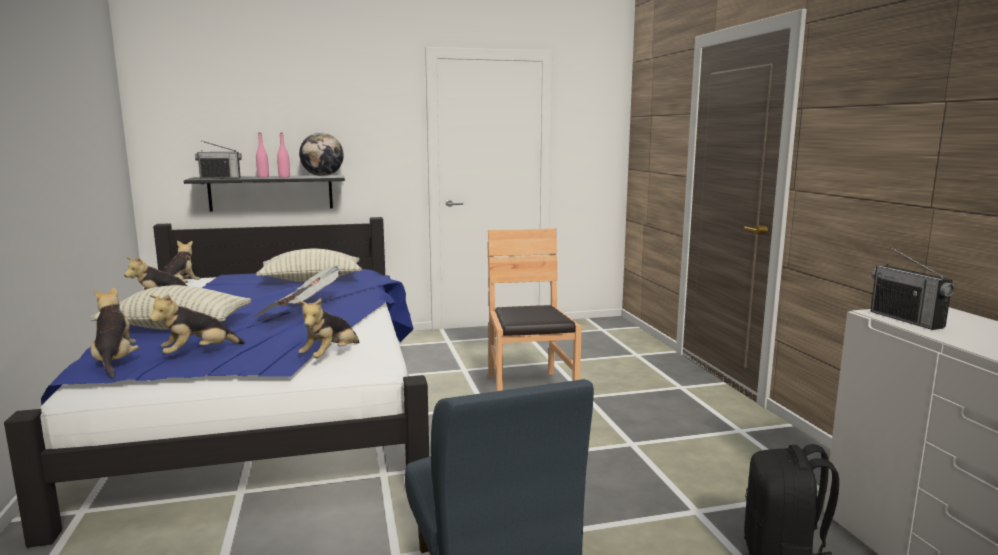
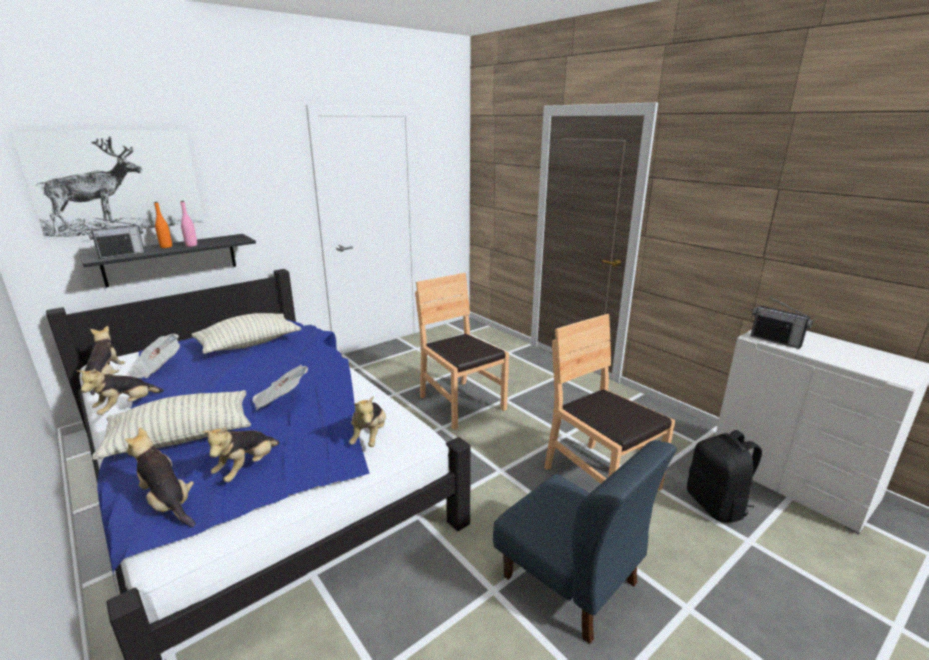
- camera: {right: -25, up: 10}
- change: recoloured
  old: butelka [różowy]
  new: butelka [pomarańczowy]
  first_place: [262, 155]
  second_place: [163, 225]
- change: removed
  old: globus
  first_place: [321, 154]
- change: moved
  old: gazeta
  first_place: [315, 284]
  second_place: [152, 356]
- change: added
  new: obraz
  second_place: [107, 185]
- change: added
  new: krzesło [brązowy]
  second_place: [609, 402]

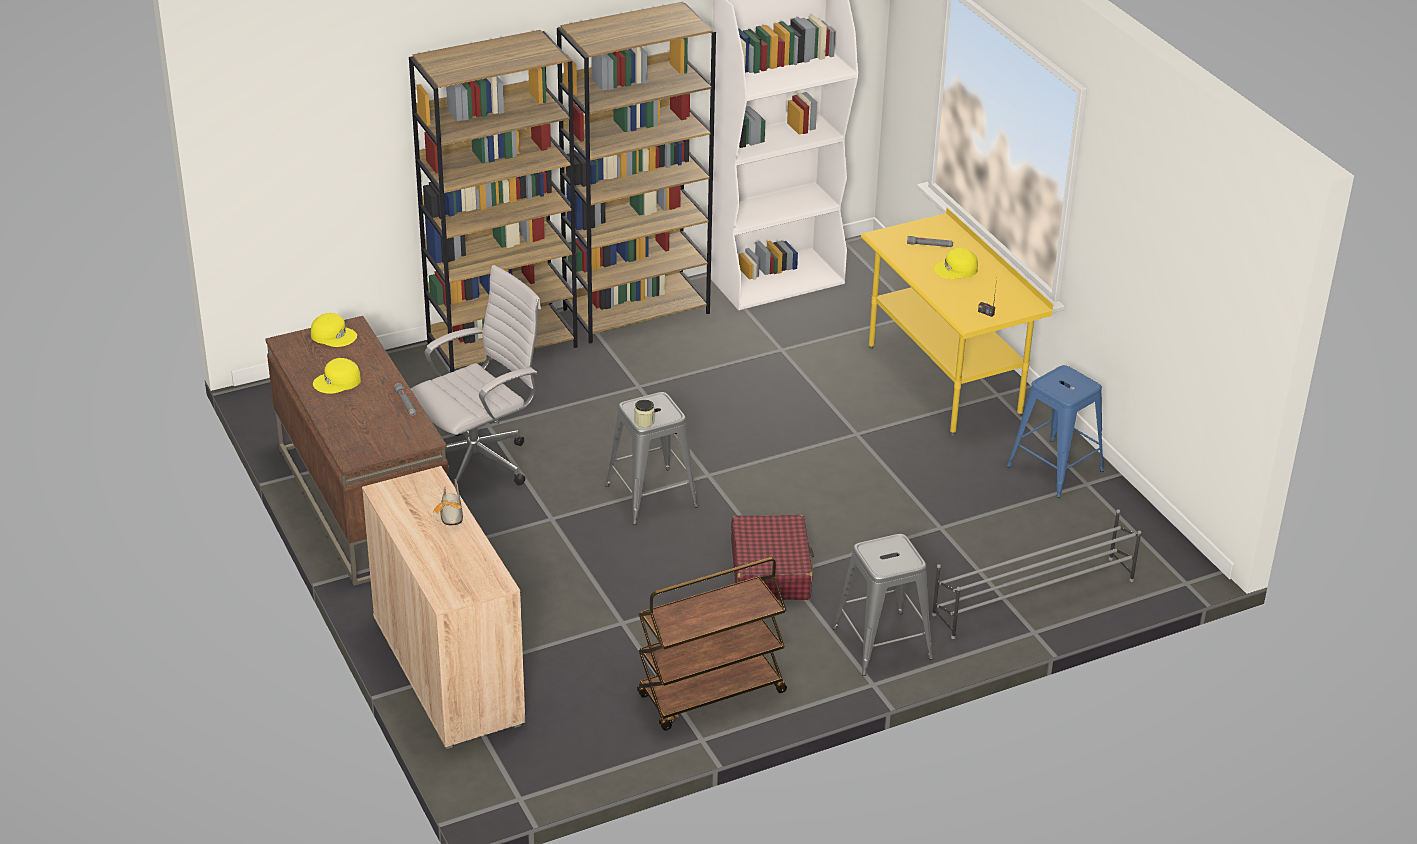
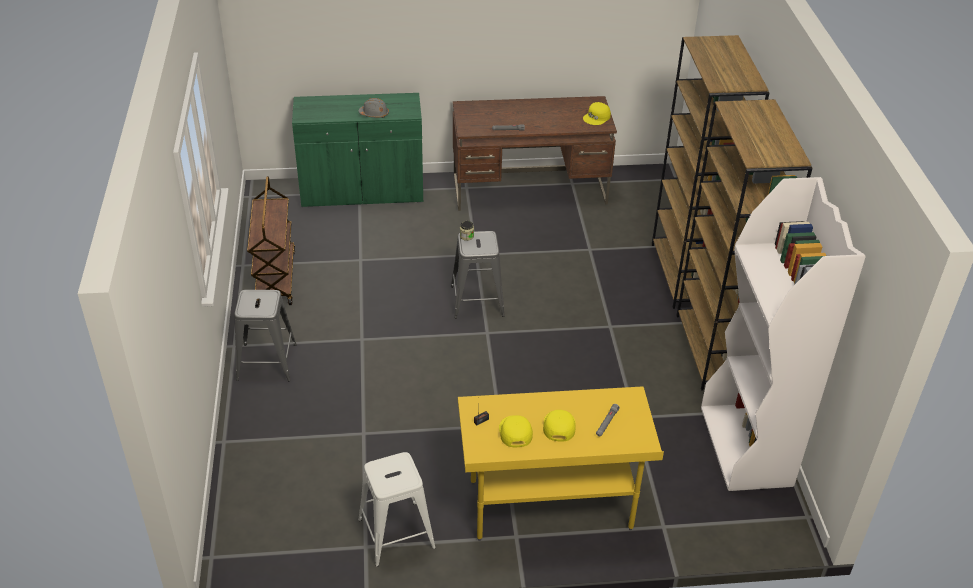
- camera: {right: 110, up: 5}
- change: removed
  old: krzesło biurowe [biały]
  first_place: [476, 379]
- change: moved
  old: czapka z daszkiem [żółty]
  first_place: [337, 376]
  second_place: [516, 431]
- change: recoloured
  old: stołek [niebieski]
  new: stołek [biały]
  first_place: [1055, 431]
  second_place: [397, 509]
- change: recoloured
  old: szafka [beżowy]
  new: szafka [zielony]
  first_place: [443, 607]
  second_place: [357, 150]
- change: replaced
  old: but
  new: kask [szary]
  first_place: [448, 502]
  second_place: [373, 108]
- change: removed
  old: regał na buty [szary]
  first_place: [1036, 574]
- change: removed
  old: walizka [czerwony]
  first_place: [772, 557]

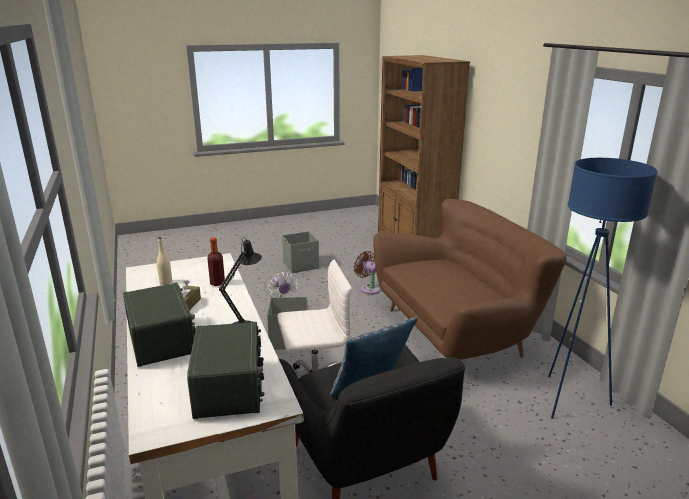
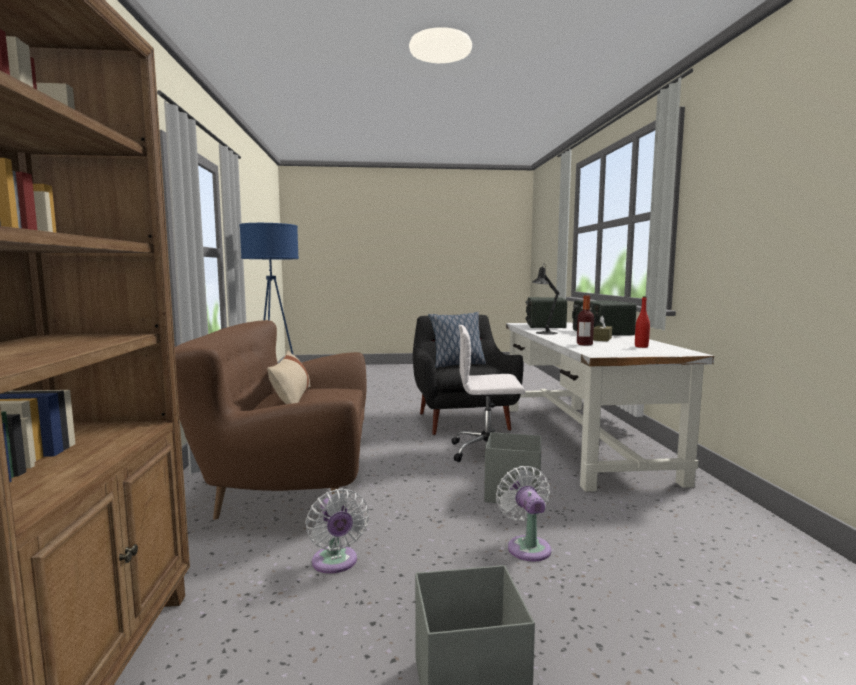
- camera: {right: -165, up: -15}
- change: recoloured
  old: butelka [beżowy]
  new: butelka [czerwony]
  first_place: [164, 261]
  second_place: [642, 322]
- change: recoloured
  old: wentylator [brązowy]
  new: wentylator [biały]
  first_place: [367, 272]
  second_place: [337, 531]
- change: added
  new: poduszka [beżowy]
  second_place: [288, 377]

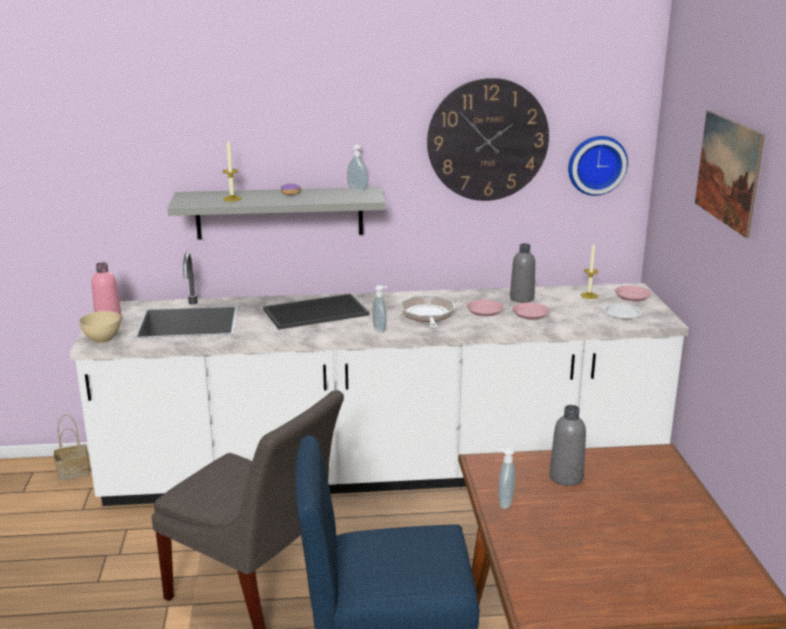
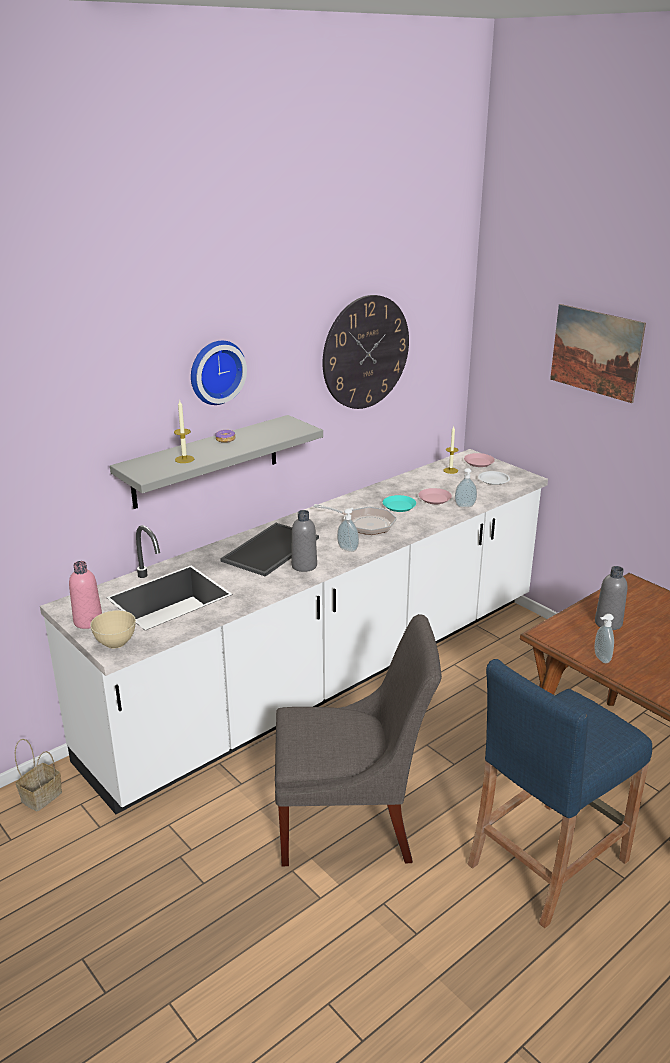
- camera: {right: -35, up: 5}
- change: moved
  old: zegar ścienny
  first_place: [598, 166]
  second_place: [219, 373]
- change: moved
  old: dozownik mydła
  first_place: [357, 168]
  second_place: [466, 487]
- change: moved
  old: butelka [szary]
  first_place: [522, 273]
  second_place: [304, 541]
- change: turned
  old: patelnia
  first_place: [428, 312]
  second_place: [355, 519]
  degrees: 150
- change: recoloured
  old: talerz [różowy]
  new: talerz [turkusowy]
  first_place: [485, 308]
  second_place: [399, 503]

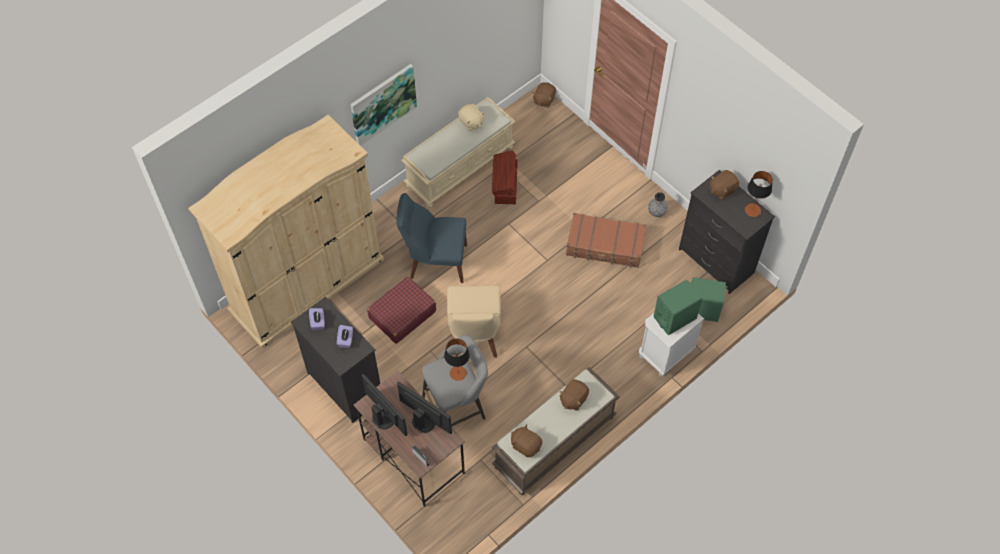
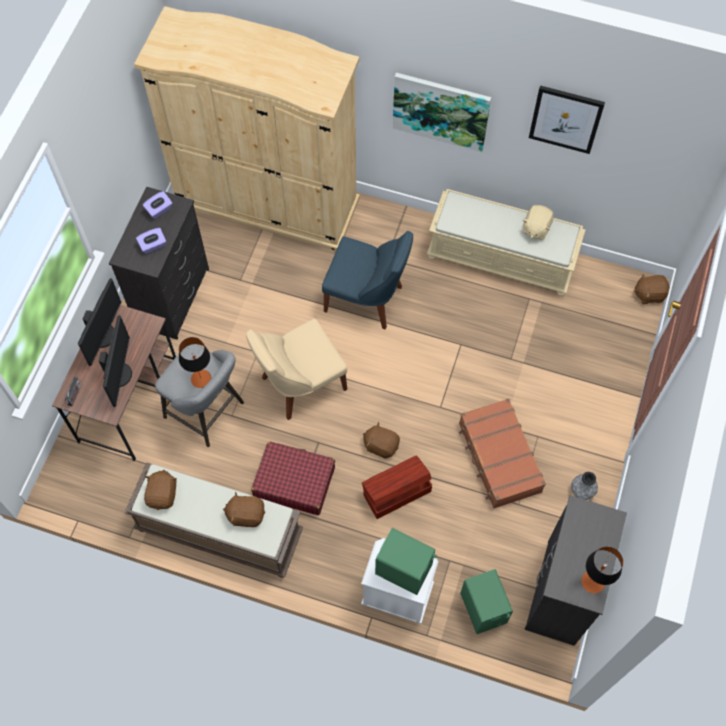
- camera: {right: 60, up: 5}
- change: moved
  old: pojemnik do przechowywania [brązowy]
  first_place: [505, 177]
  second_place: [397, 487]
- change: moved
  old: pluszak [brązowy]
  first_place: [725, 185]
  second_place: [381, 440]
- change: turned
  old: krzesło [niebieski]
  first_place: [432, 238]
  second_place: [367, 280]
  degrees: 135
- change: moved
  old: walizka [czerwony]
  first_place: [401, 310]
  second_place: [293, 478]
- change: added
  new: obraz
  second_place: [567, 120]

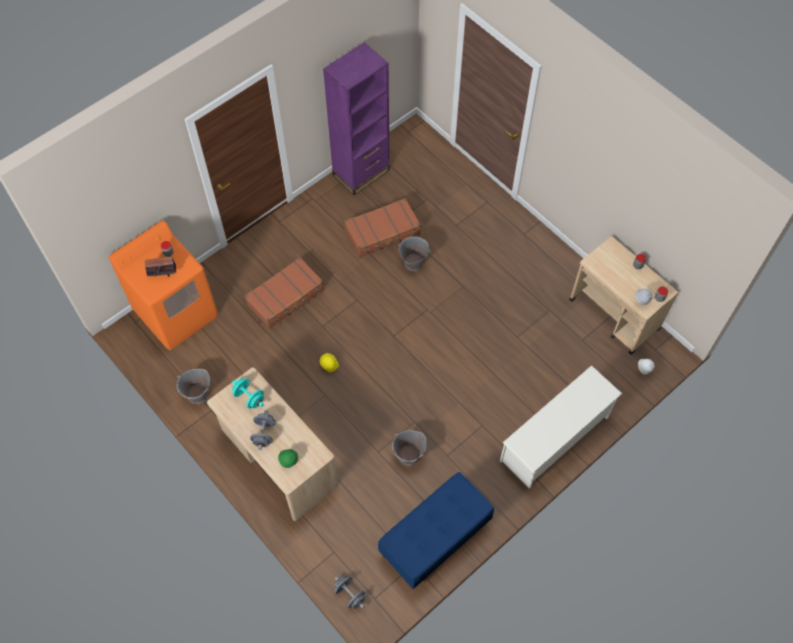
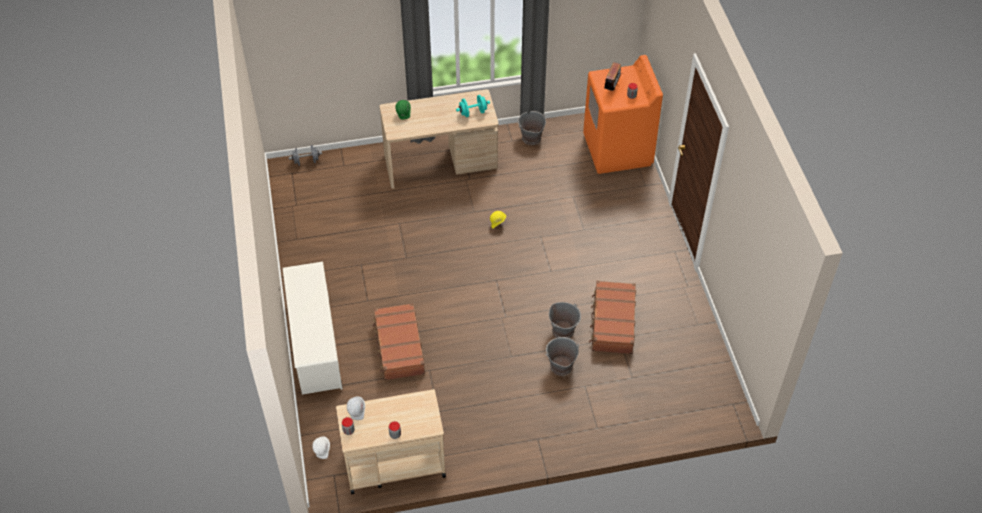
- camera: {right: 120, up: -10}
- change: removed
  old: regał [fioletowy]
  first_place: [356, 118]
- change: moved
  old: walizka [brązowy]
  first_place: [284, 293]
  second_place: [399, 341]
- change: removed
  old: hantel [szary]
  first_place: [263, 430]
- change: moved
  old: wiadro [szary]
  first_place: [409, 448]
  second_place: [562, 356]
- change: removed
  old: ławka [niebieski]
  first_place: [436, 530]

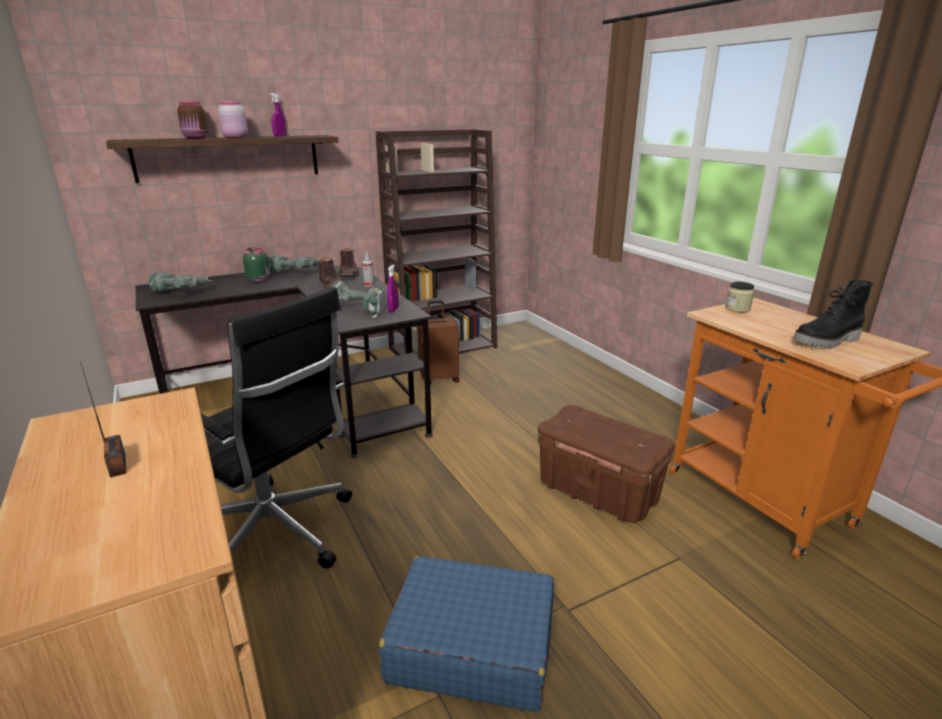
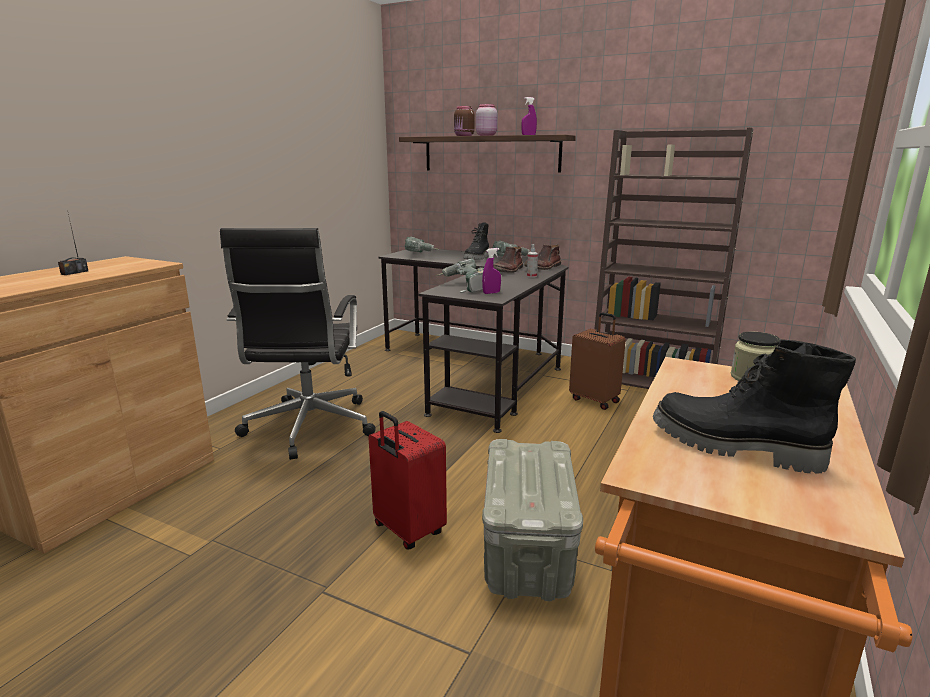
- camera: {right: 55, up: -5}
- change: replaced
  old: słoik [zielony]
  new: but z cholewką [czarny]
  first_place: [256, 264]
  second_place: [476, 241]
- change: recoloured
  old: pojemnik do przechowywania [brązowy]
  new: pojemnik do przechowywania [szary]
  first_place: [606, 464]
  second_place: [532, 520]
- change: removed
  old: walizka [niebieski]
  first_place: [466, 634]
- change: added
  new: walizka [czerwony]
  second_place: [407, 480]

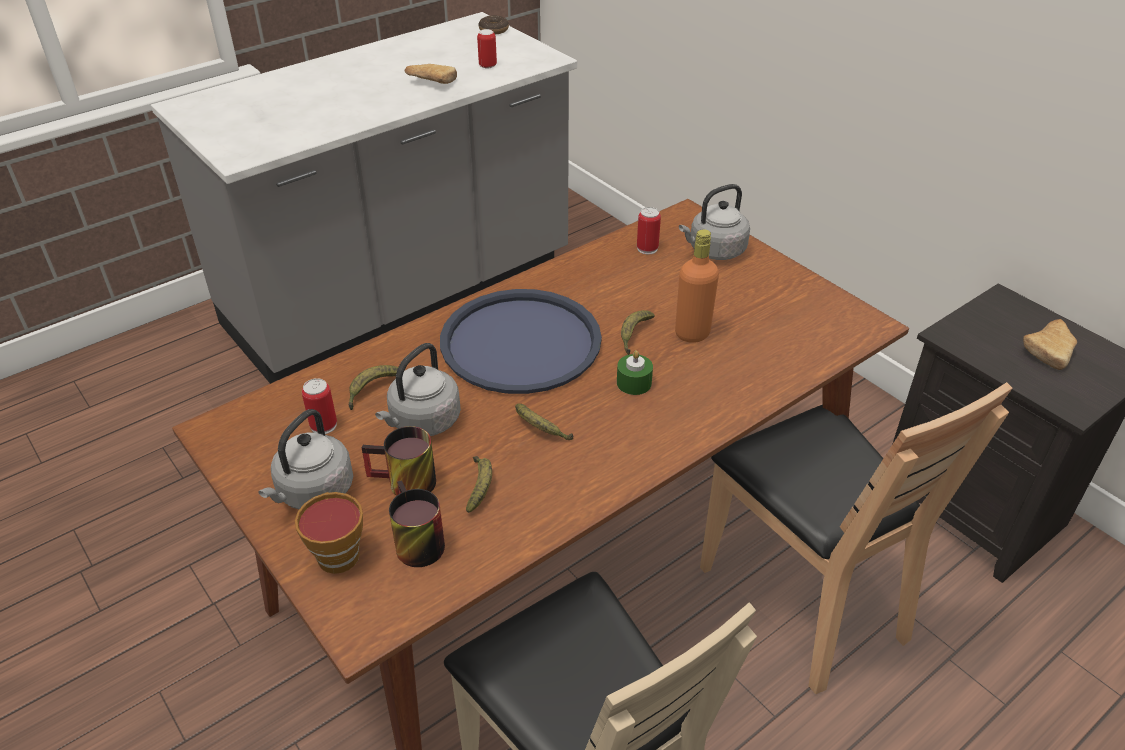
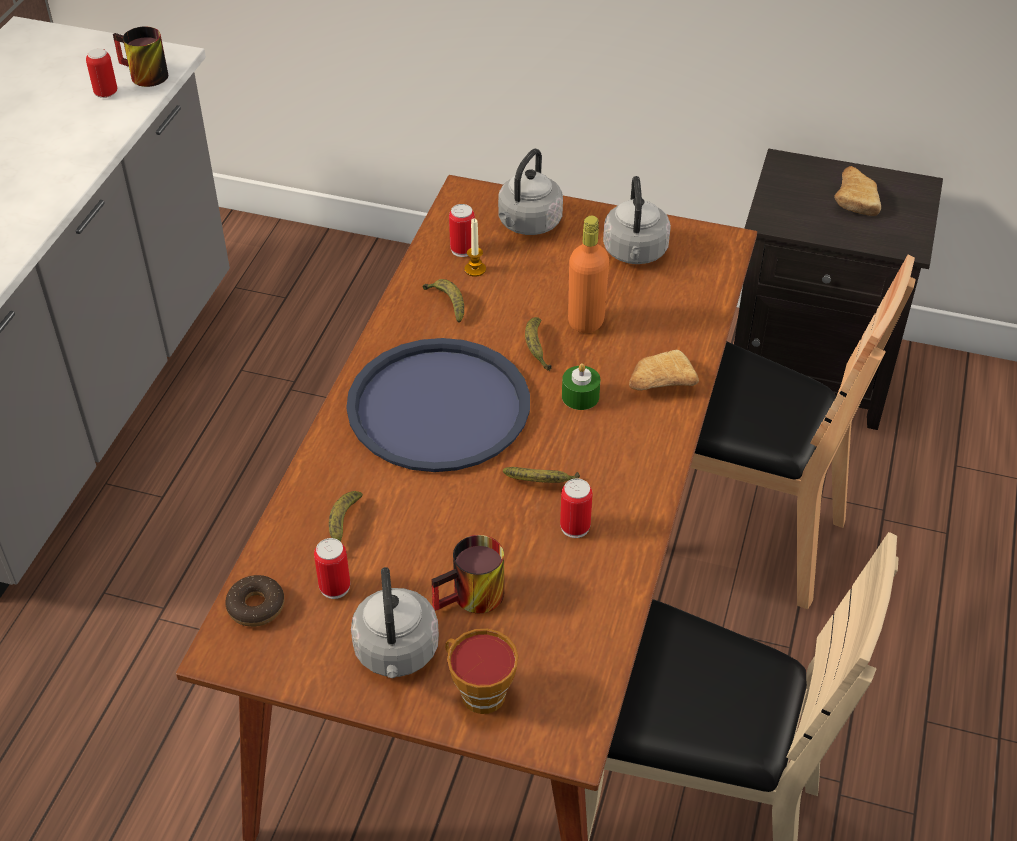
- camera: {right: -35, up: 5}
- change: moved
  old: donut
  first_place: [494, 24]
  second_place: [254, 601]
- change: moved
  old: chleb
  first_place: [431, 74]
  second_place: [664, 370]
- change: moved
  old: czajnik [szary]
  first_place: [418, 389]
  second_place: [637, 220]
- change: moved
  old: banan
  first_place: [479, 484]
  second_place: [443, 300]
- change: moved
  old: kubek
  first_place: [417, 523]
  second_place: [140, 57]
- change: added
  new: świeca
  second_place: [475, 247]
- change: added
  new: puszka
  second_place: [576, 508]

